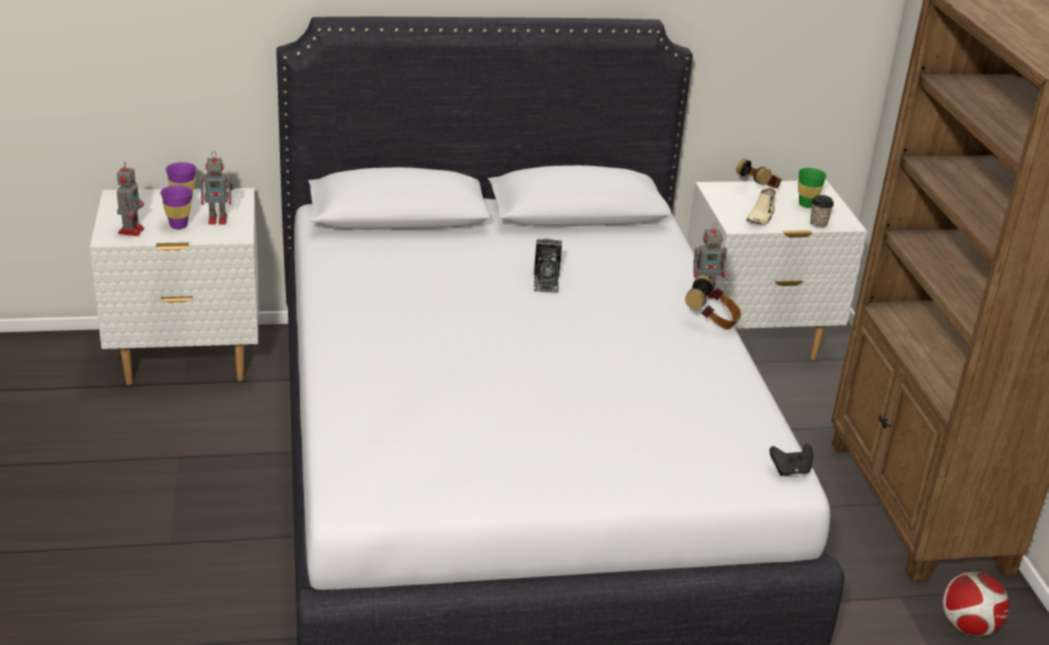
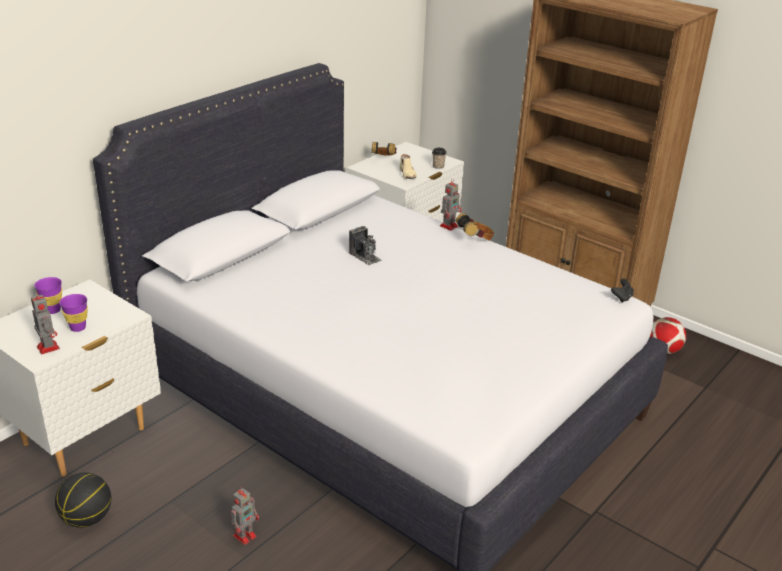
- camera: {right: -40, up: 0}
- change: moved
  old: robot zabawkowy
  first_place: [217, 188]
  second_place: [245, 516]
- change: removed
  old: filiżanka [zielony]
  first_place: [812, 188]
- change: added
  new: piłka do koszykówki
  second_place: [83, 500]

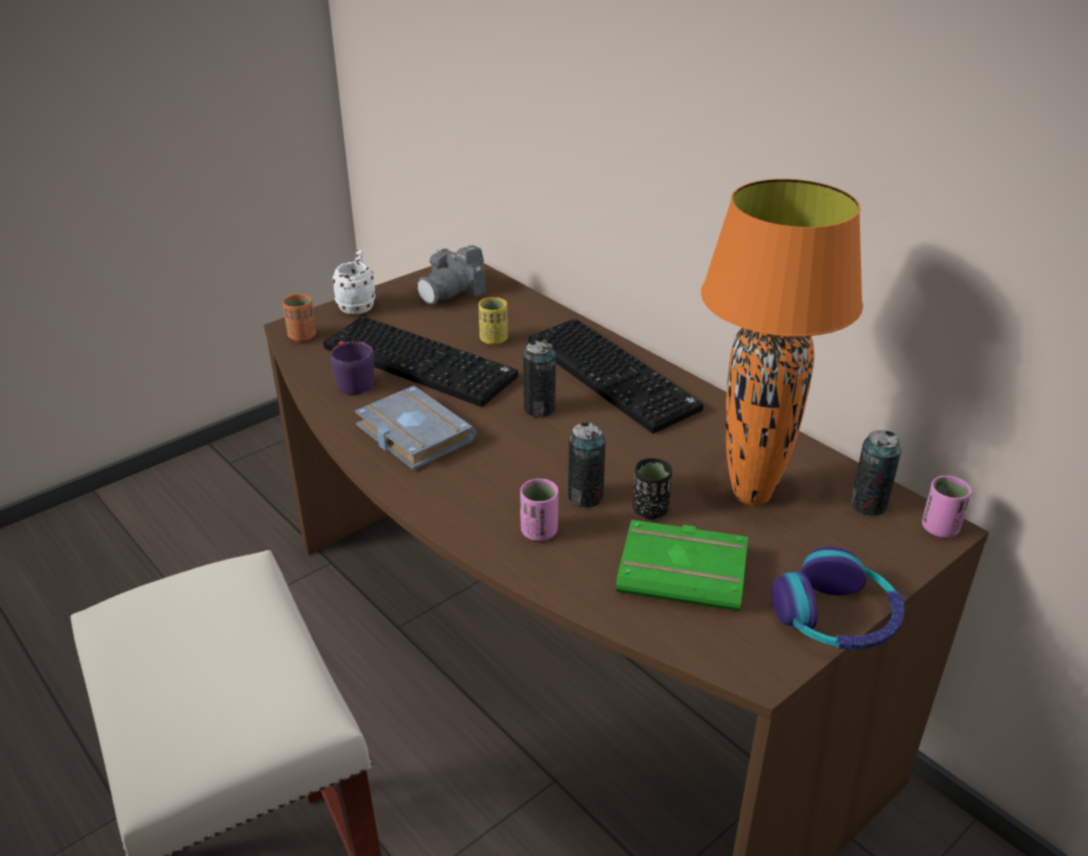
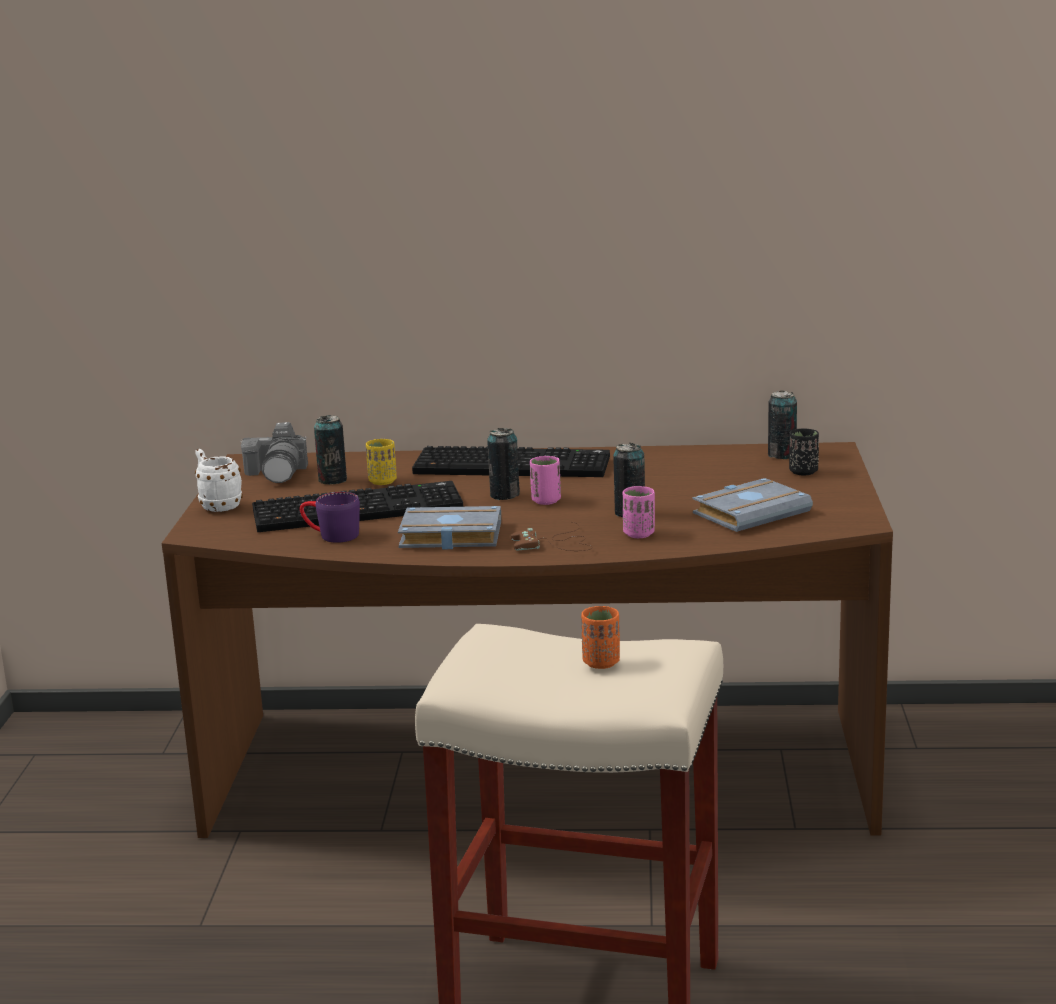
- camera: {right: -45, up: -15}
- change: removed
  old: lampa stołowa [pomarańczowy]
  first_place: [782, 342]
- change: moved
  old: filiżanka [pomarańczowy]
  first_place: [299, 318]
  second_place: [600, 637]
- change: moved
  old: filiżanka [czarny]
  first_place: [652, 488]
  second_place: [804, 452]
- change: moved
  old: filiżanka [różowy]
  first_place: [947, 507]
  second_place: [545, 480]
- change: recoloured
  old: książka [zielony]
  new: książka [szary]
  first_place: [682, 565]
  second_place: [753, 505]
- change: removed
  old: słuchawki
  first_place: [838, 598]
- change: added
  new: puszka
  second_place: [330, 450]
- change: added
  new: pad do gier [brązowy]
  second_place: [551, 536]

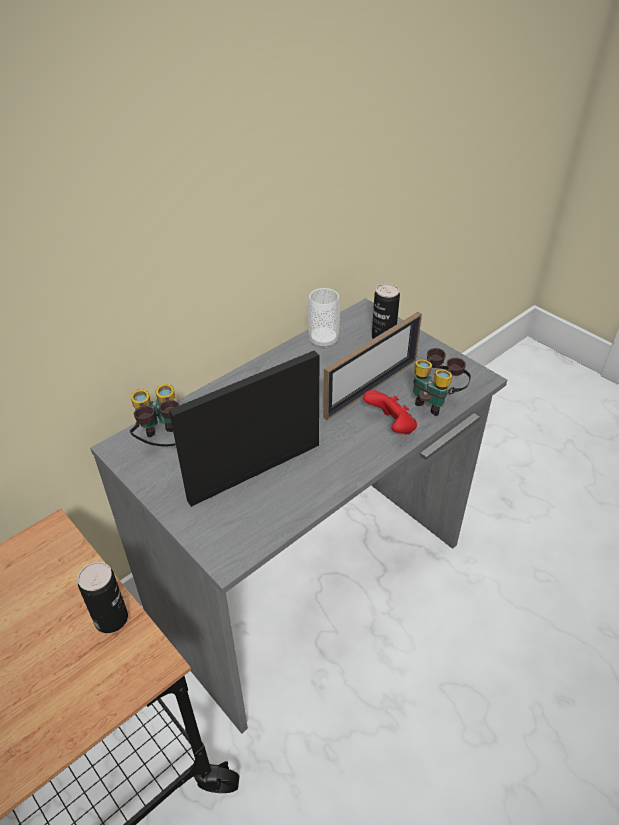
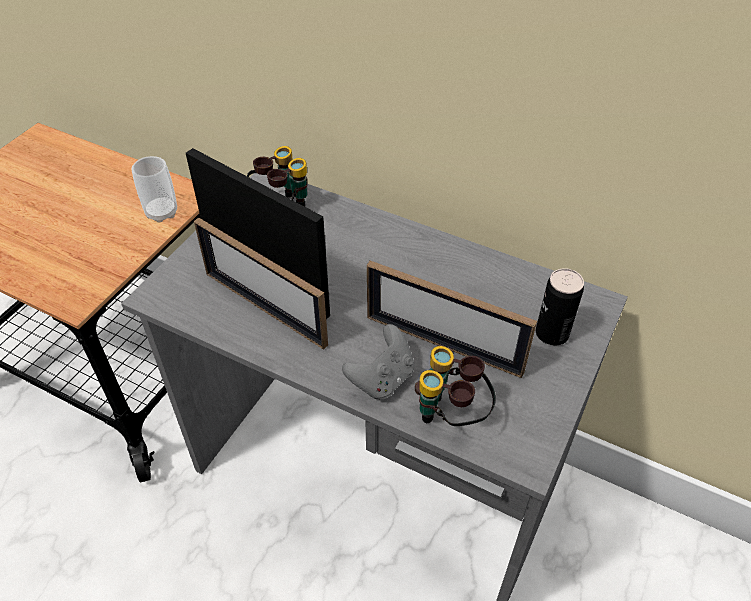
- camera: {right: 70, up: 5}
- change: moved
  old: filiżanka
  first_place: [324, 318]
  second_place: [154, 189]
- change: recoloured
  old: pad do gier [czerwony]
  new: pad do gier [szary]
  first_place: [390, 412]
  second_place: [378, 362]
- change: removed
  old: puszka
  first_place: [103, 597]
- change: added
  new: ramka na zdjęcie
  second_place: [261, 283]

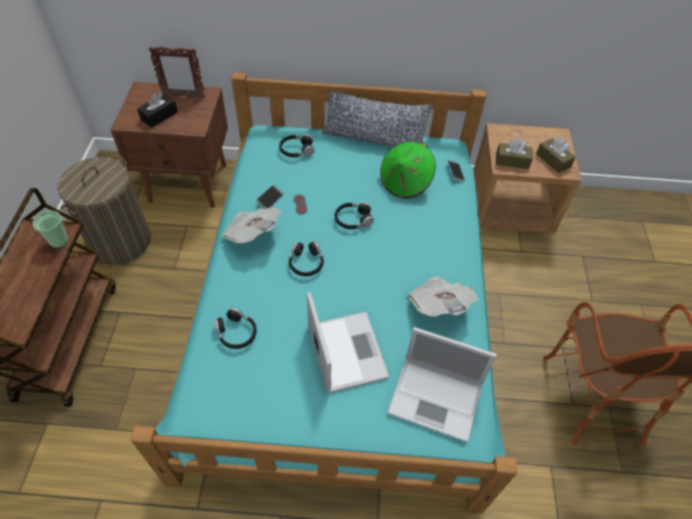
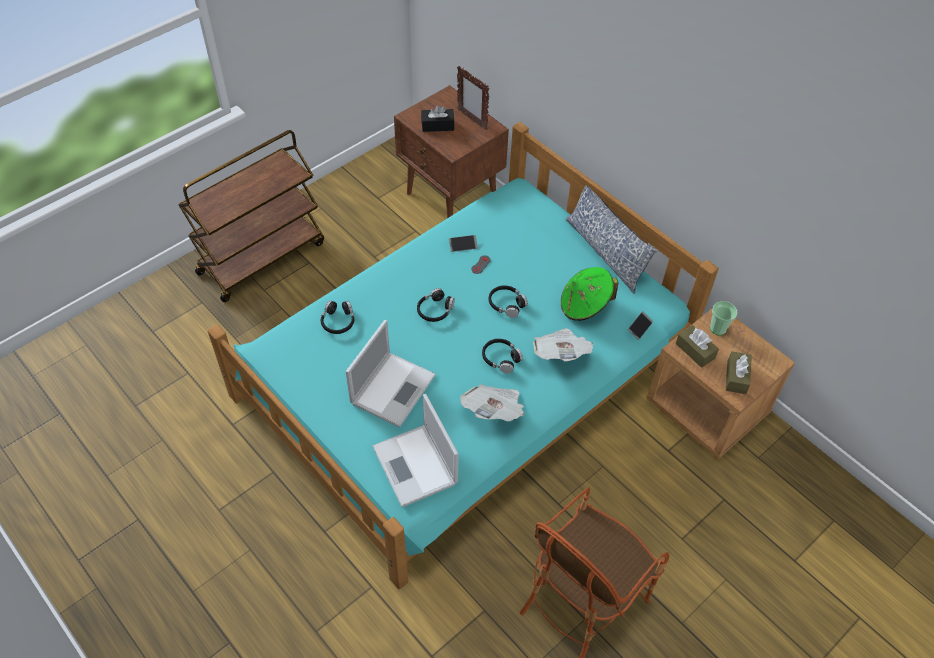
- camera: {right: 45, up: 0}
- change: moved
  old: słuchawki [czarny]
  first_place: [297, 145]
  second_place: [502, 356]
- change: removed
  old: kosz na pranie
  first_place: [104, 211]
- change: moved
  old: gazeta
  first_place: [251, 225]
  second_place: [563, 345]
- change: moved
  old: filiżanka
  first_place: [50, 229]
  second_place: [724, 318]

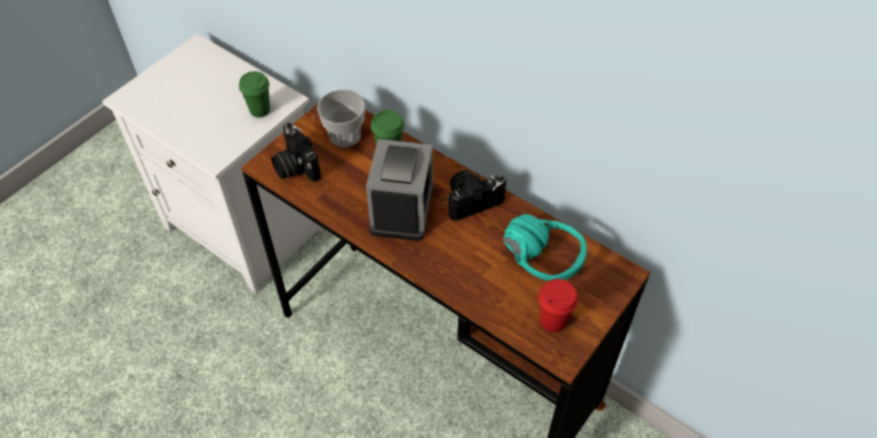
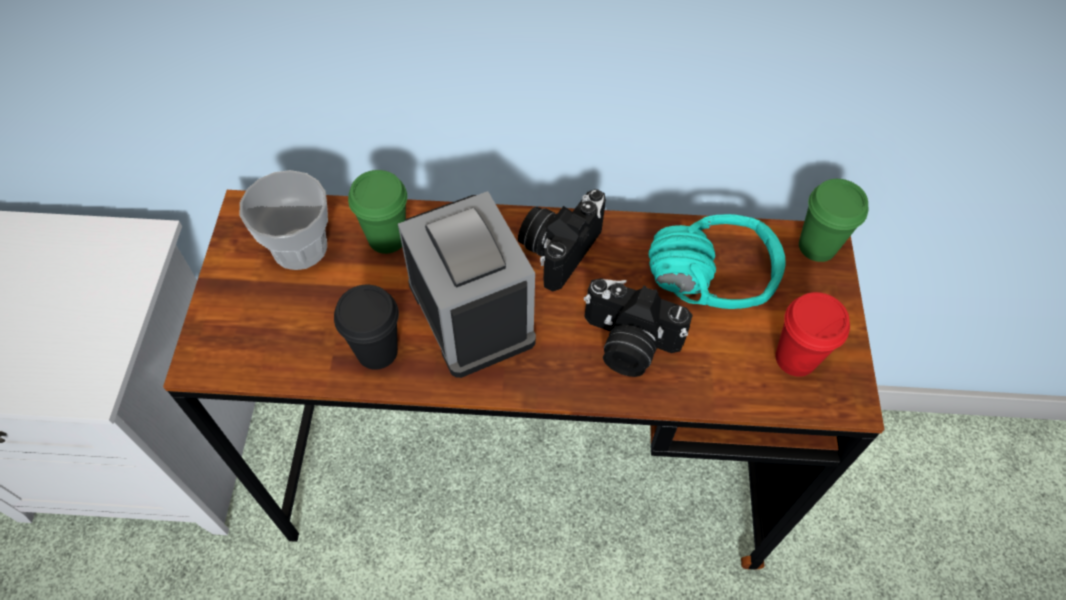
- camera: {right: -35, up: 5}
- change: moved
  old: filiżanka [zielony]
  first_place: [254, 94]
  second_place: [833, 220]
- change: moved
  old: aparat fotograficzny
  first_place: [296, 152]
  second_place: [638, 327]
- change: added
  new: filiżanka [czarny]
  second_place: [366, 327]

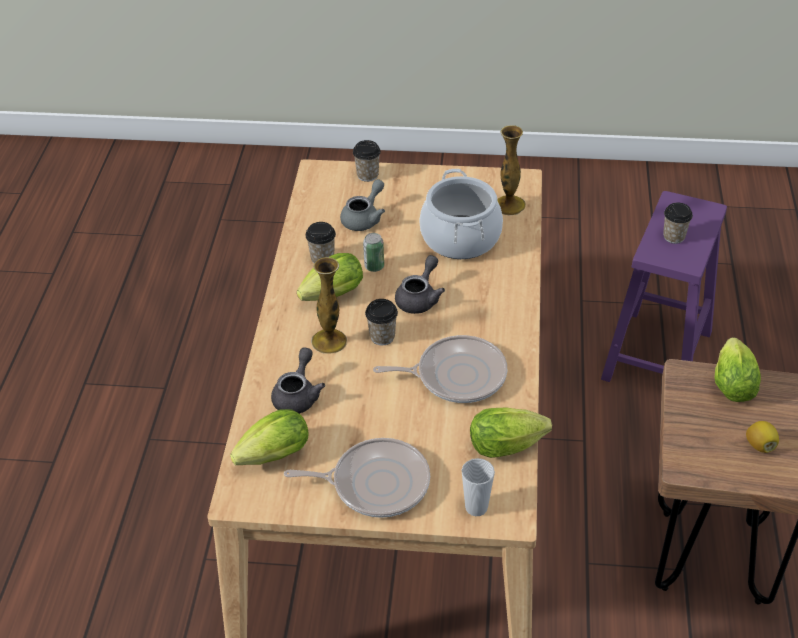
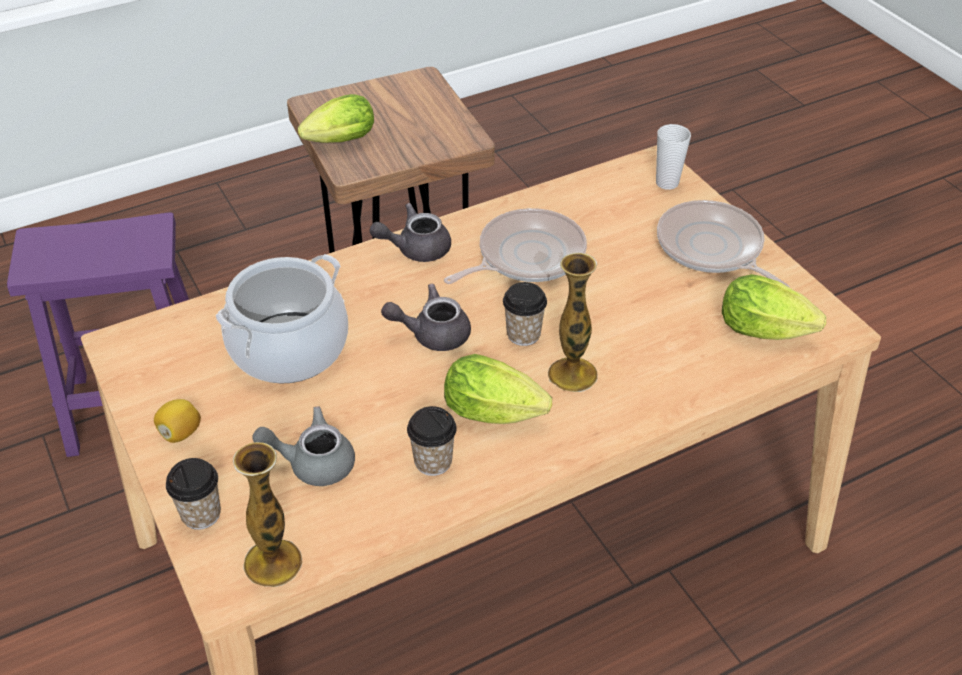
- camera: {right: -125, up: 0}
- change: moved
  old: wazon
  first_place: [511, 170]
  second_place: [267, 514]
- change: removed
  old: filiżanka
  first_place: [678, 223]
- change: removed
  old: puszka
  first_place: [373, 252]
- change: turned
  old: patelnia
  first_place: [440, 369]
  second_place: [515, 246]
  degrees: 90
- change: moved
  old: imbryk [szary]
  first_place: [298, 380]
  second_place: [410, 232]
- change: removed
  old: sałata
  first_place: [511, 433]
- change: moved
  old: cytryna
  first_place: [762, 437]
  second_place: [177, 421]

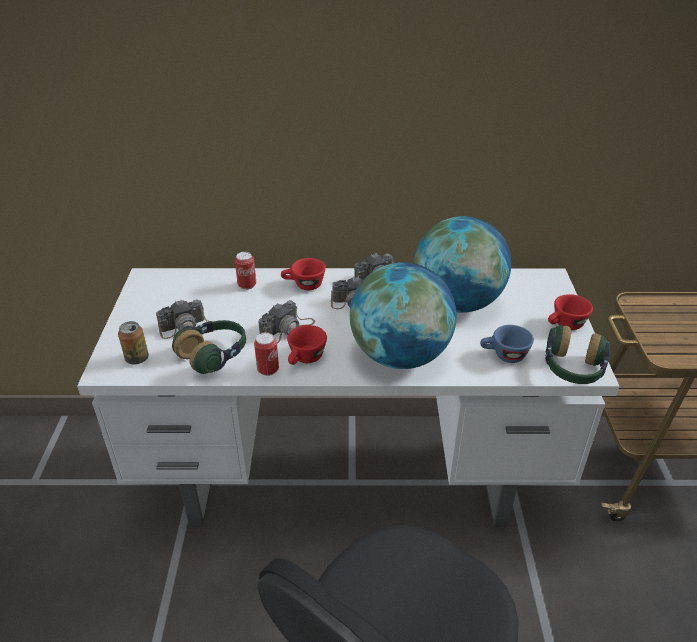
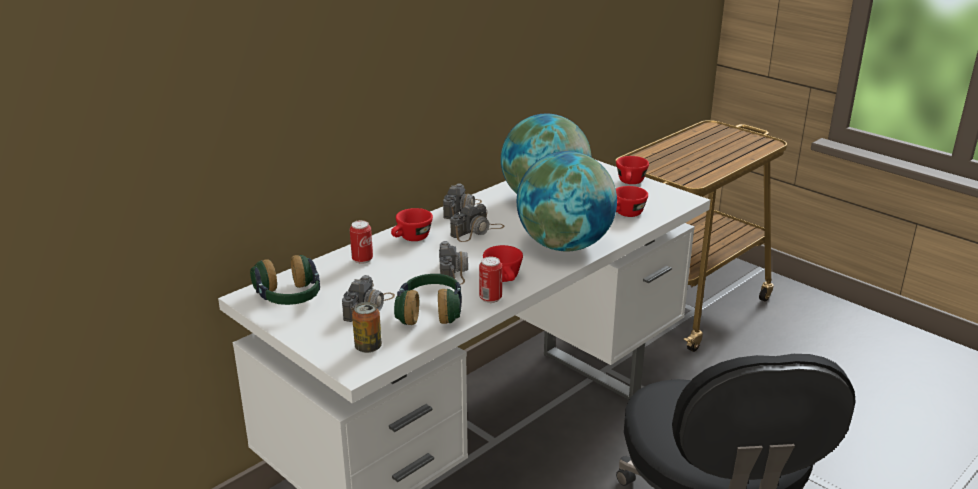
- camera: {right: -45, up: -10}
- change: recoloured
  old: filiżanka [niebieski]
  new: filiżanka [czerwony]
  first_place: [507, 344]
  second_place: [632, 201]
- change: moved
  old: słuchawki
  first_place: [577, 354]
  second_place: [285, 280]

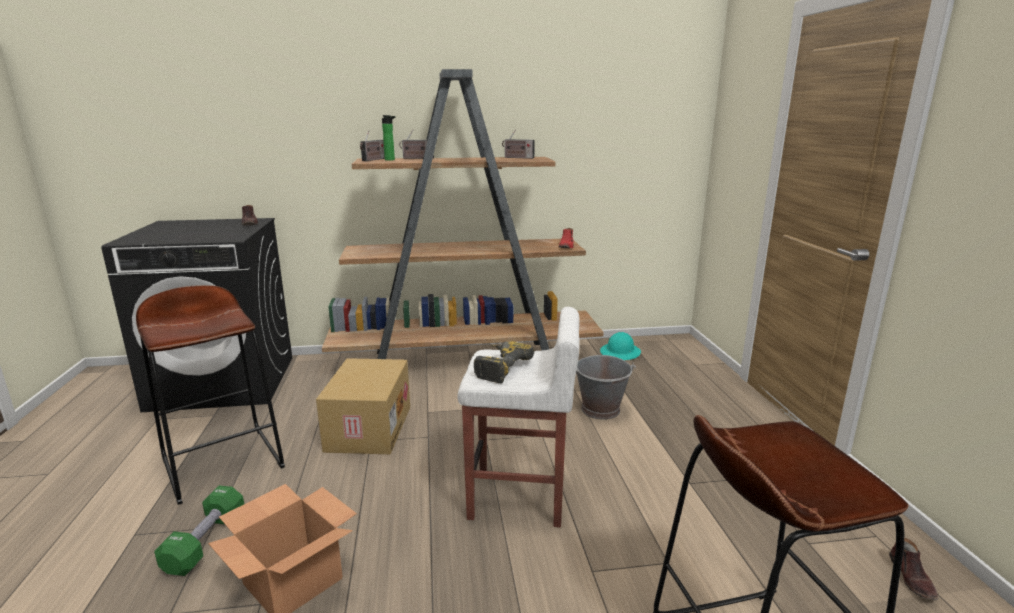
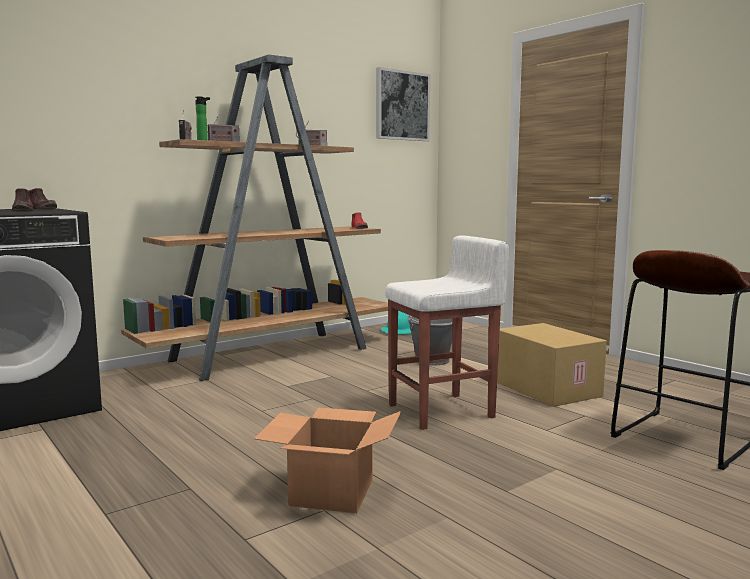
- camera: {right: -30, up: -10}
- change: removed
  old: stołek [brązowy]
  first_place: [210, 395]
- change: removed
  old: wiertarka
  first_place: [504, 362]
- change: moved
  old: karton
  first_place: [363, 406]
  second_place: [552, 365]
- change: removed
  old: hantel [zielony]
  first_place: [199, 531]
- change: moved
  old: but [brązowy]
  first_place: [913, 569]
  second_place: [23, 199]
- change: added
  new: obraz
  second_place: [403, 104]

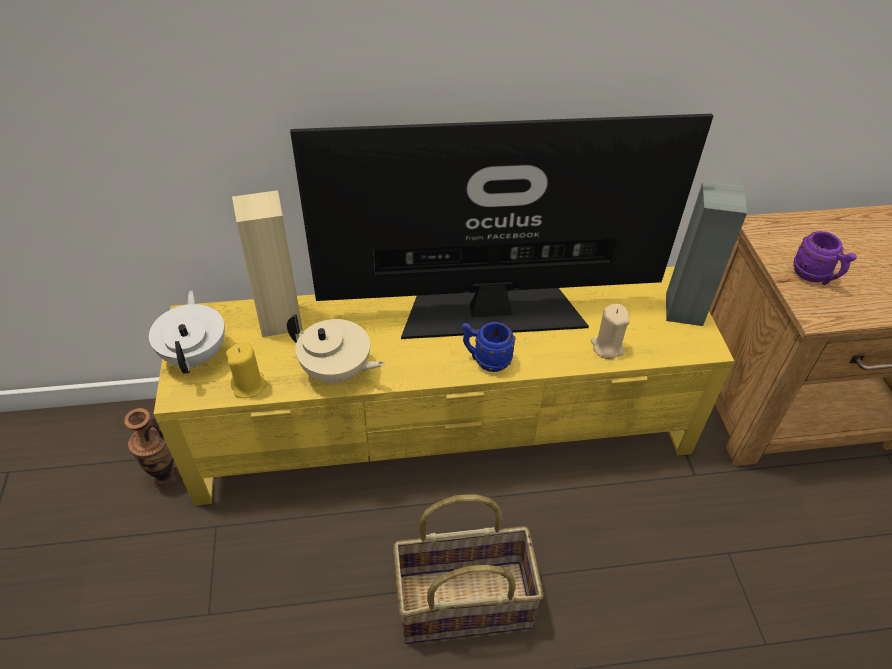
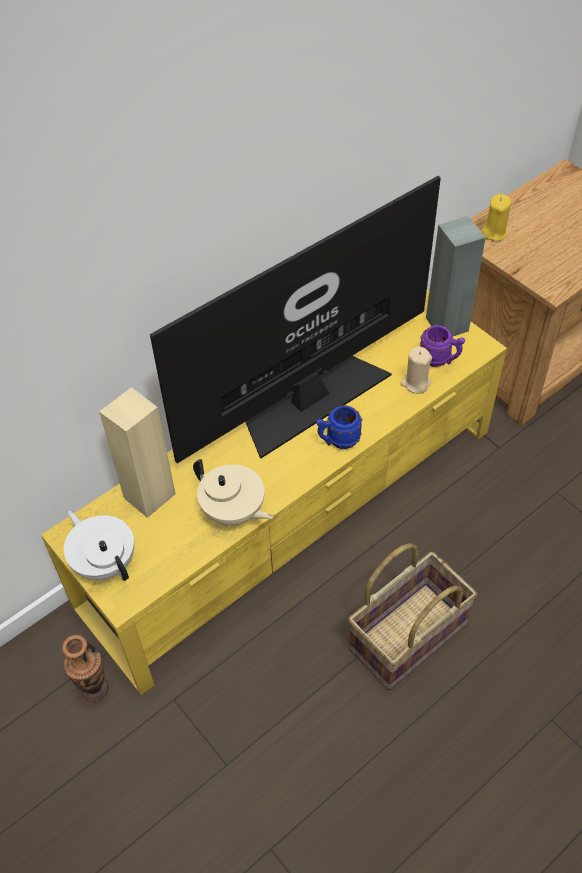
- camera: {right: -30, up: 5}
- change: moved
  old: kubek [fioletowy]
  first_place: [825, 258]
  second_place: [442, 346]
- change: turned
  old: imbryk [beżowy]
  first_place: [336, 349]
  second_place: [233, 492]
  degrees: 45
- change: moved
  old: świeca [żółty]
  first_place: [246, 370]
  second_place: [496, 218]

